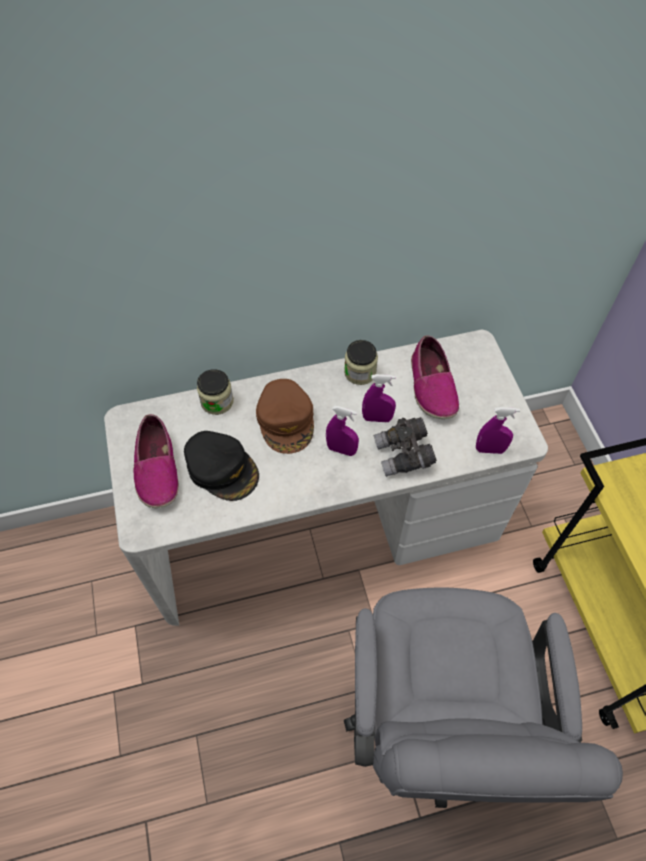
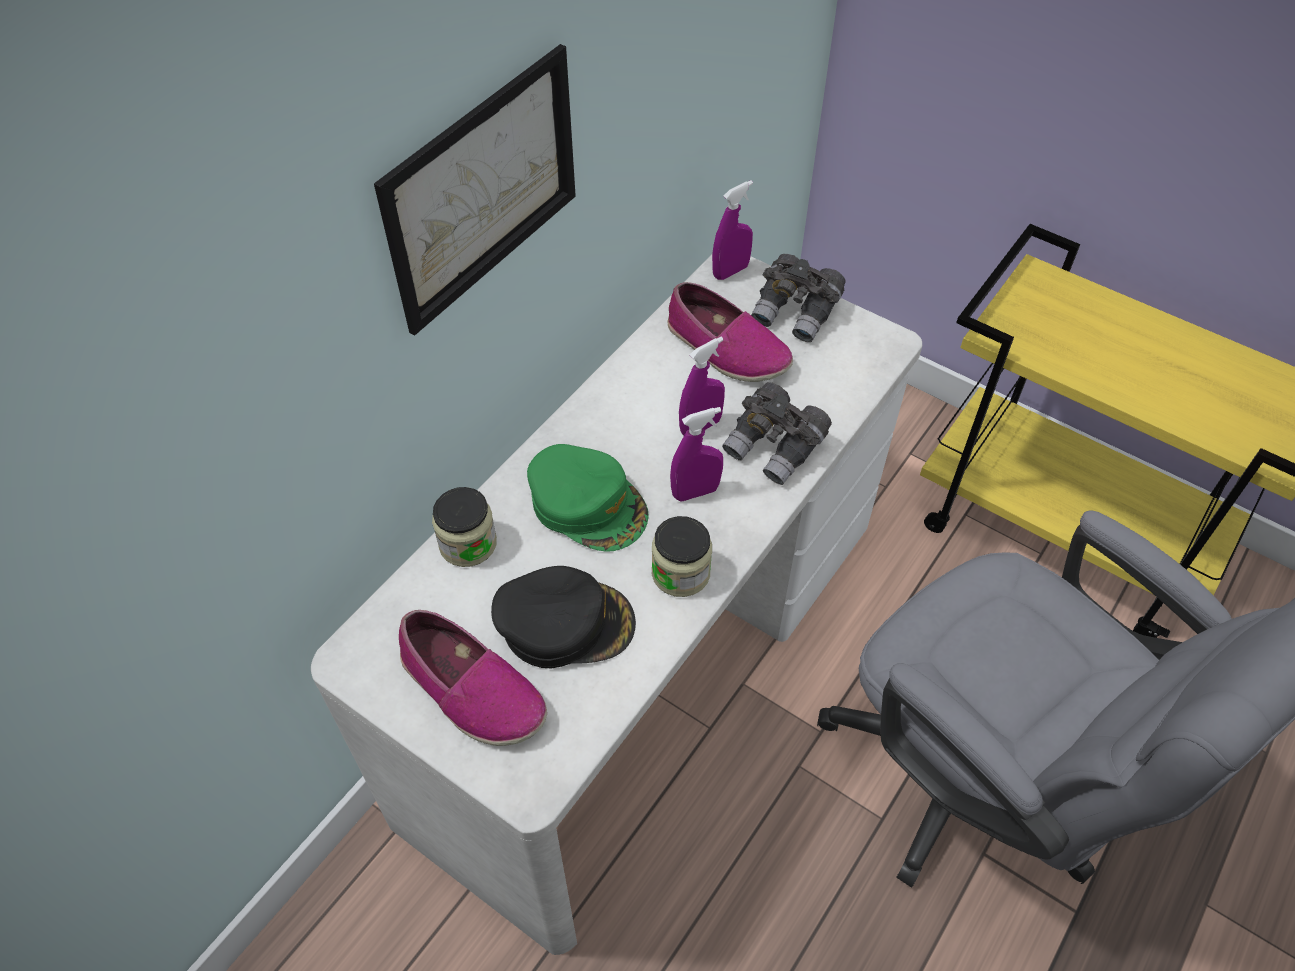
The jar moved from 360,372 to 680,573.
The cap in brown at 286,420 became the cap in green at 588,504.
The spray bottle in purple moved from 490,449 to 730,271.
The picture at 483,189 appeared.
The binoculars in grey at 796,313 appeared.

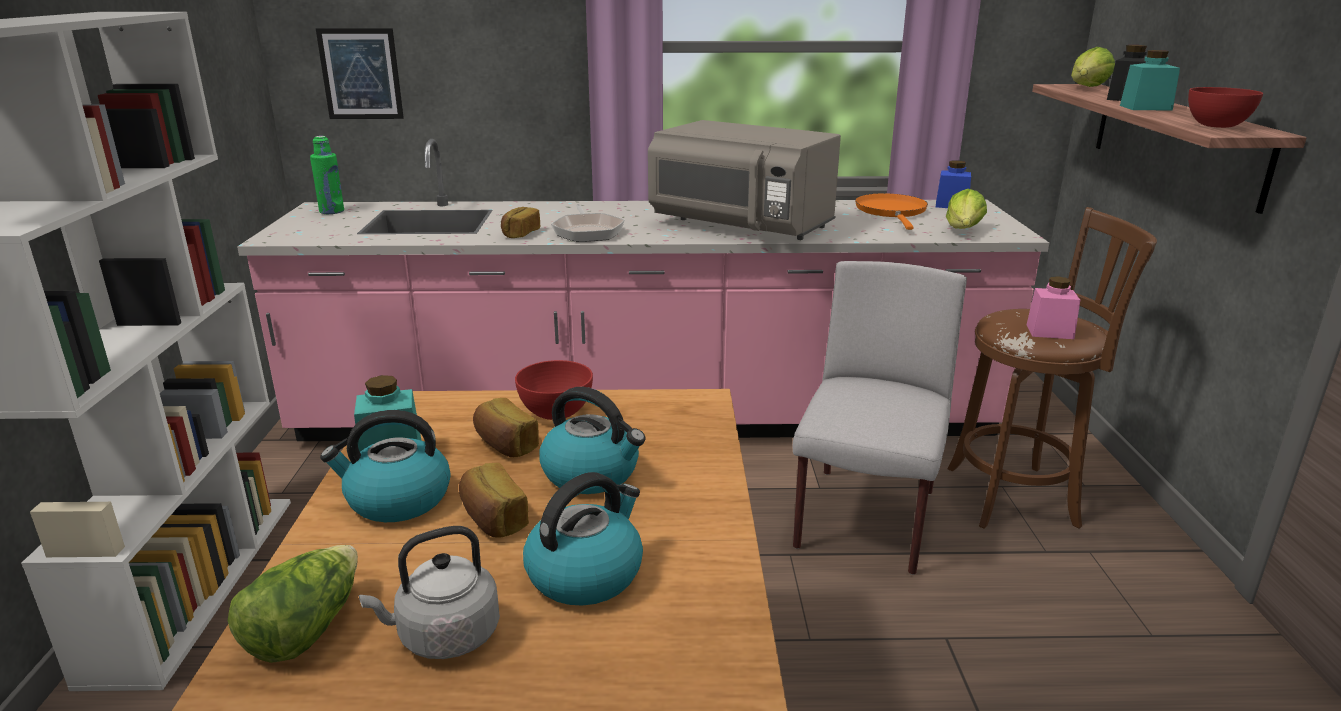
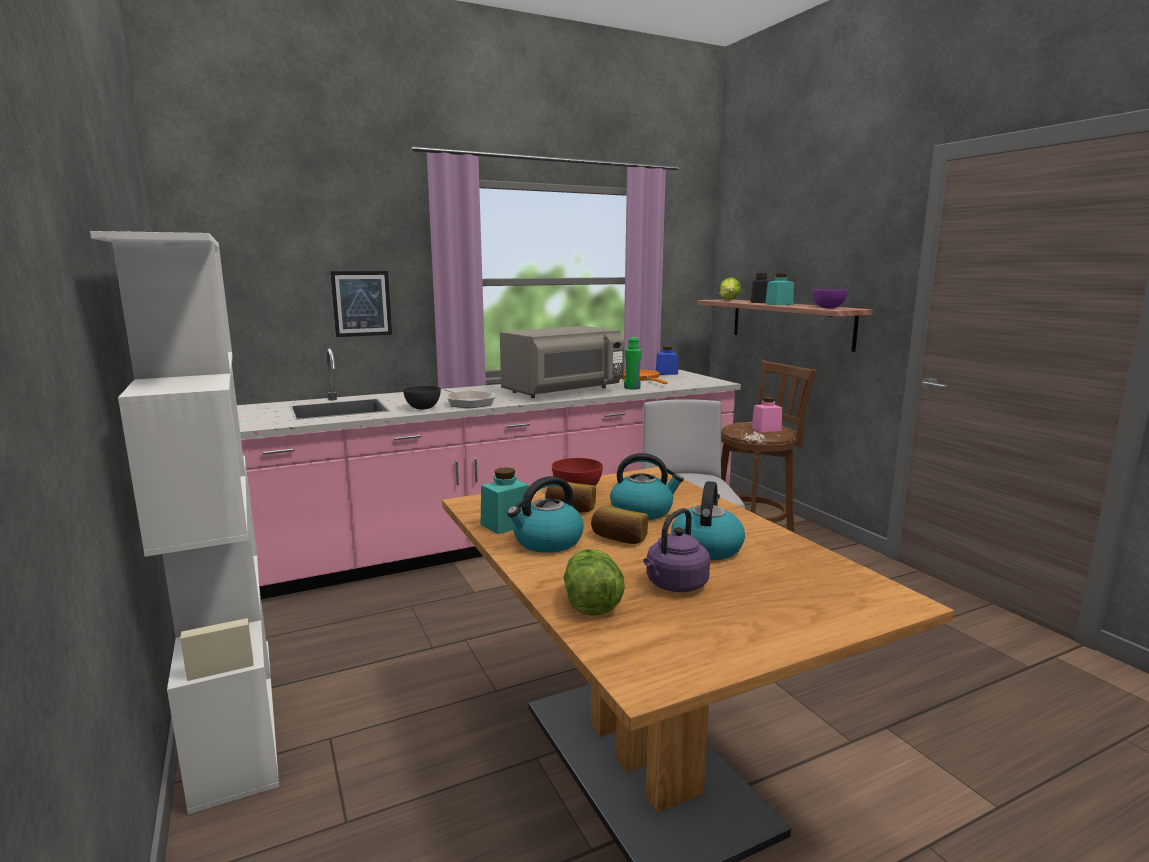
The picture moved from 360,74 to 361,303.
The bowl in red at 1217,126 became the bowl in purple at 828,308.
The microwave in grey at 741,226 turned 45 degrees counterclockwise.
The bottle in green moved from 332,211 to 632,388.
The lettuce at 963,231 disappeared.
The bread at 520,234 was replaced by the bowl in grey at 423,408.
The kettle in grey at 444,636 became the kettle in purple at 674,585.

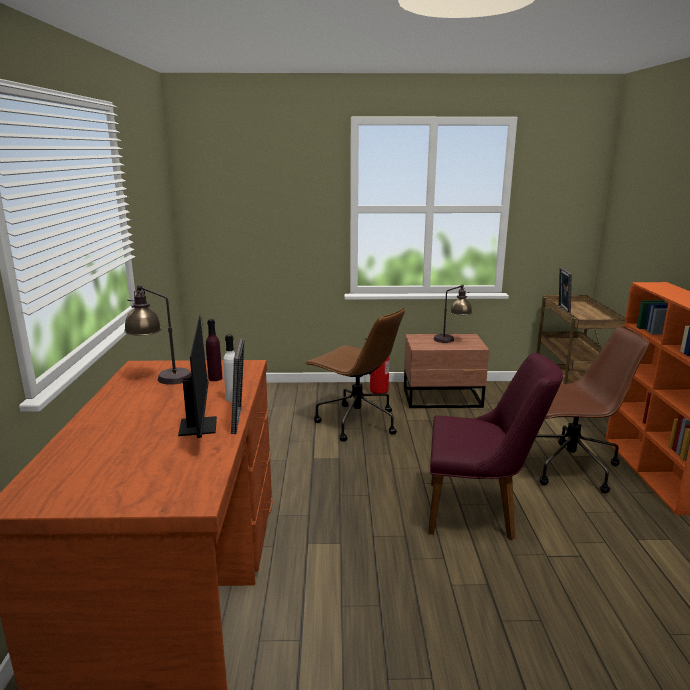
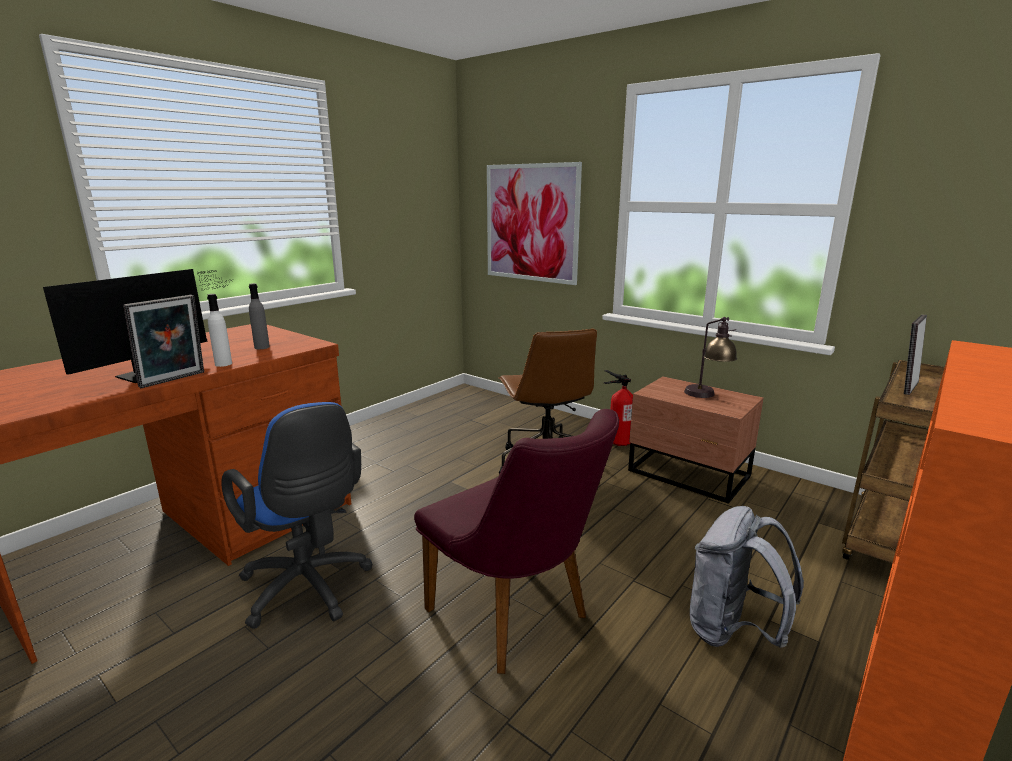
The table lamp at 161,378 disappeared.
The bottle in purple at 215,378 became the bottle in grey at 262,347.
The office chair in brown at 567,468 was replaced by the backpack in grey at 732,631.
The picture at 531,223 appeared.
The office chair in blue at 308,589 appeared.

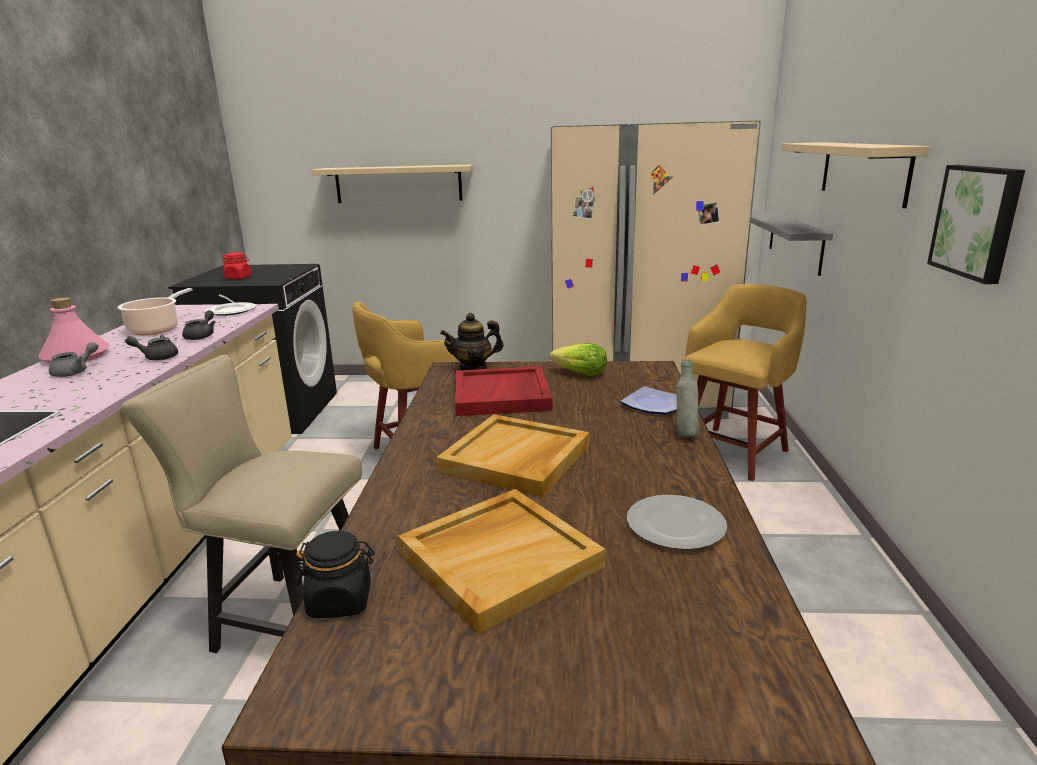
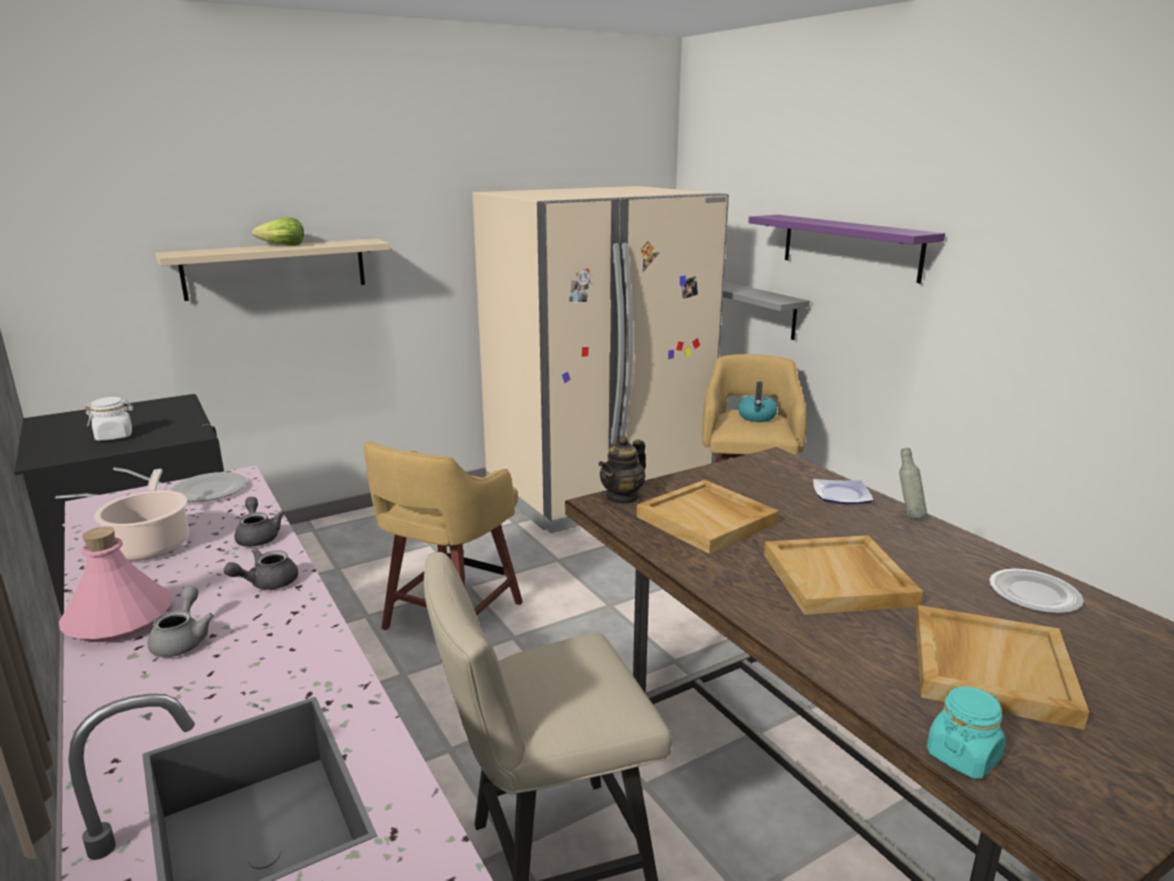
The shelf in beige at 863,171 became the shelf in purple at 850,246.
The picture at 978,221 disappeared.
The jar in red at 238,278 became the jar in white at 114,436.
The lettuce moved from 580,374 to 282,246.
The tray in red at 502,395 became the tray in beige at 708,520.
The jar in black at 340,601 became the jar in turquoise at 963,756.
The kettle at 757,417 appeared.

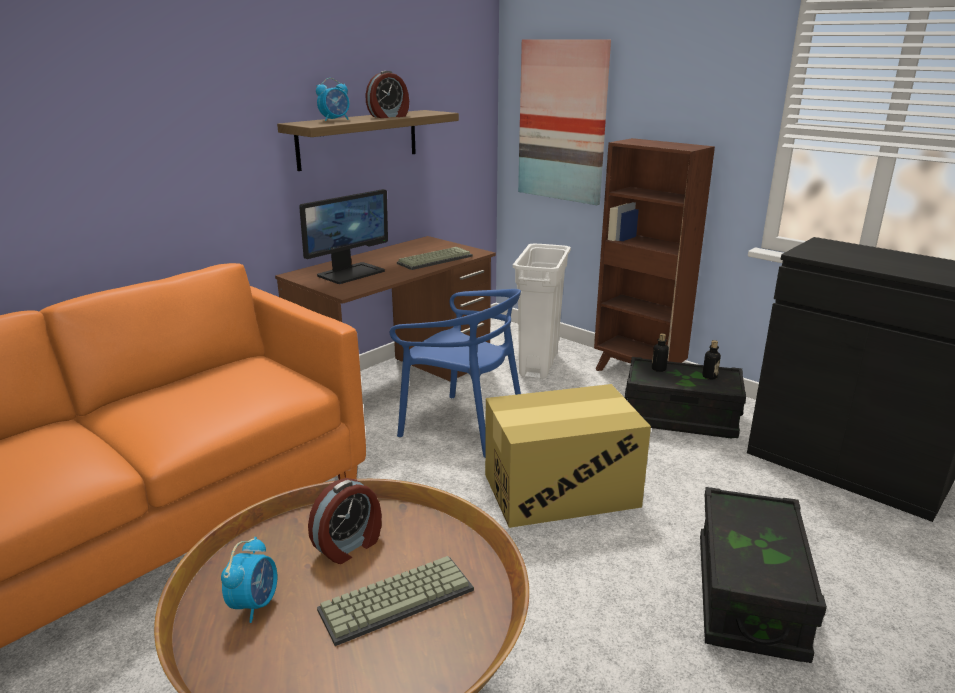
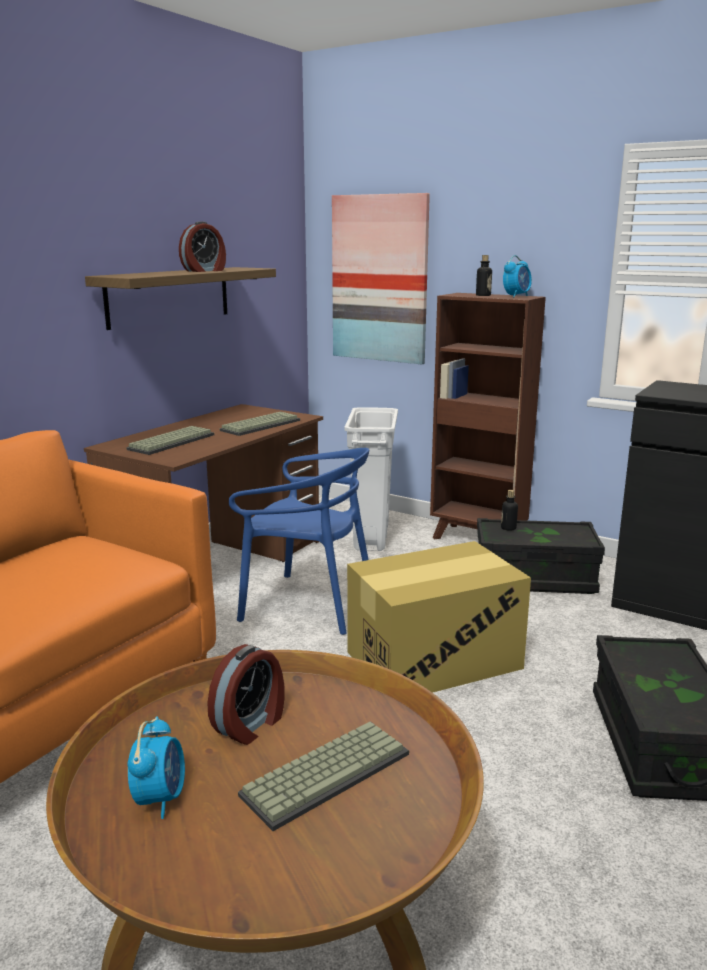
The alarm clock moved from 335,120 to 516,296.
The monitor at 350,273 was replaced by the keyboard at 171,441.
The bottle moved from 709,376 to 483,295.

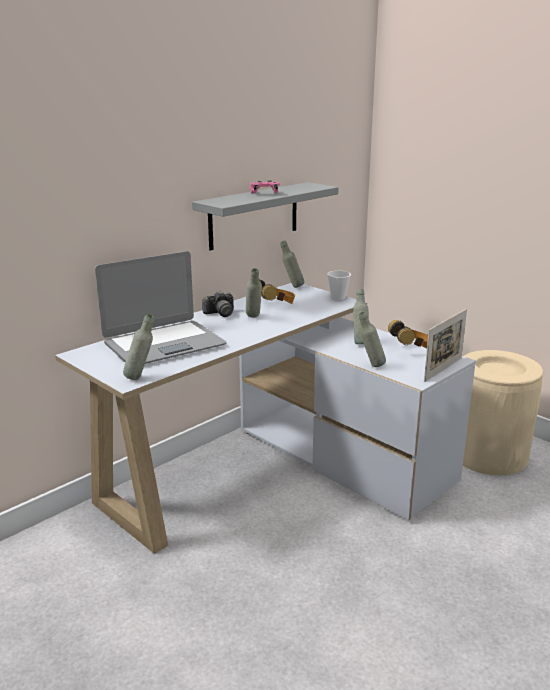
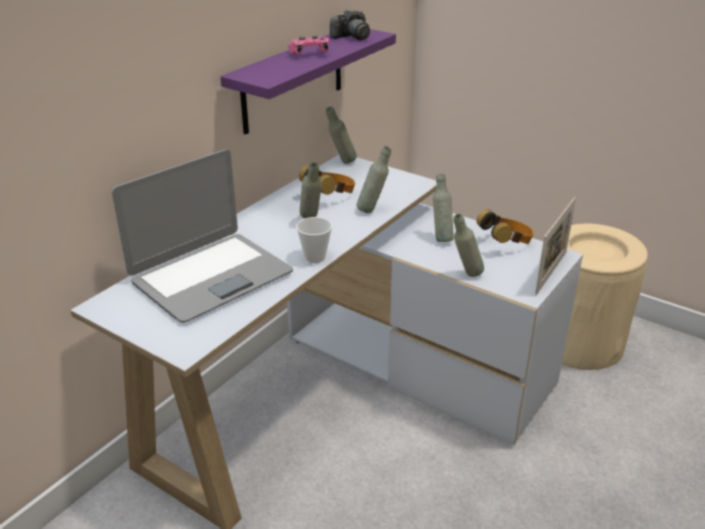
The shelf in grey at 254,215 became the shelf in purple at 293,79.
The cup moved from 338,297 to 315,257.
The photo camera moved from 220,313 to 351,37.
The bottle in grey moved from 141,378 to 373,210.

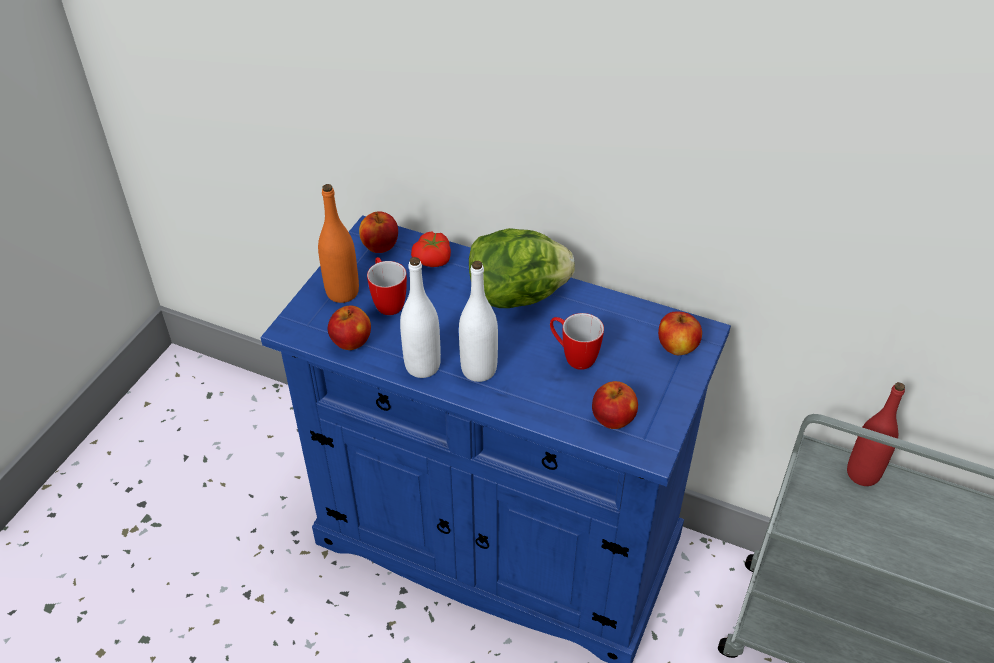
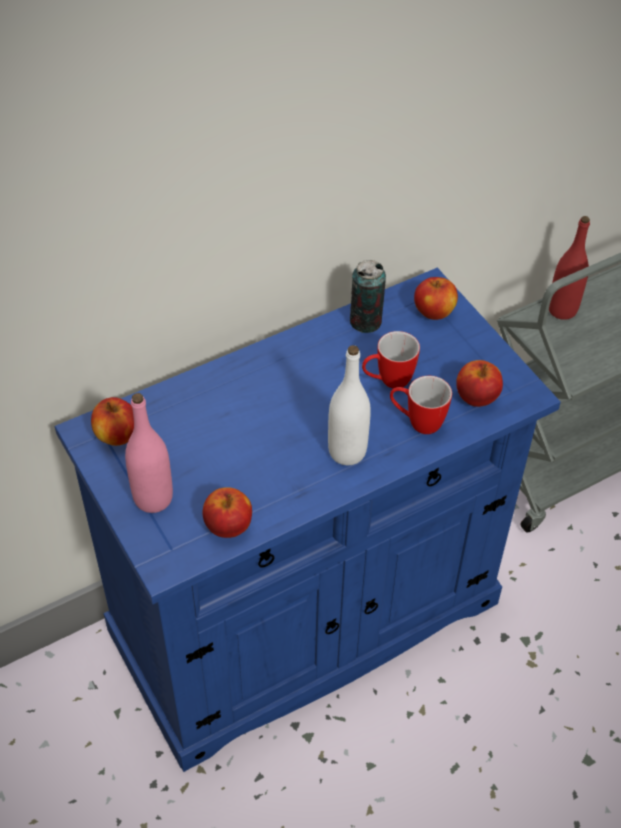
The bottle in orange at 342,292 became the bottle in pink at 153,498.
The lettuce at 517,295 disappeared.
The tomato at 433,260 disappeared.
The mug moved from 387,301 to 417,422.
The bottle in white at 422,366 disappeared.
The can at 365,321 appeared.

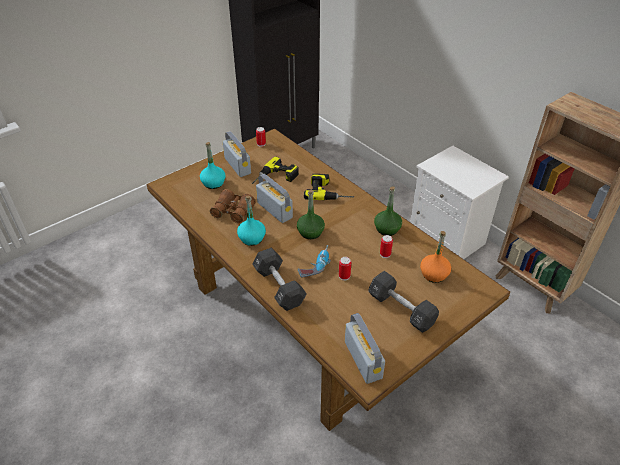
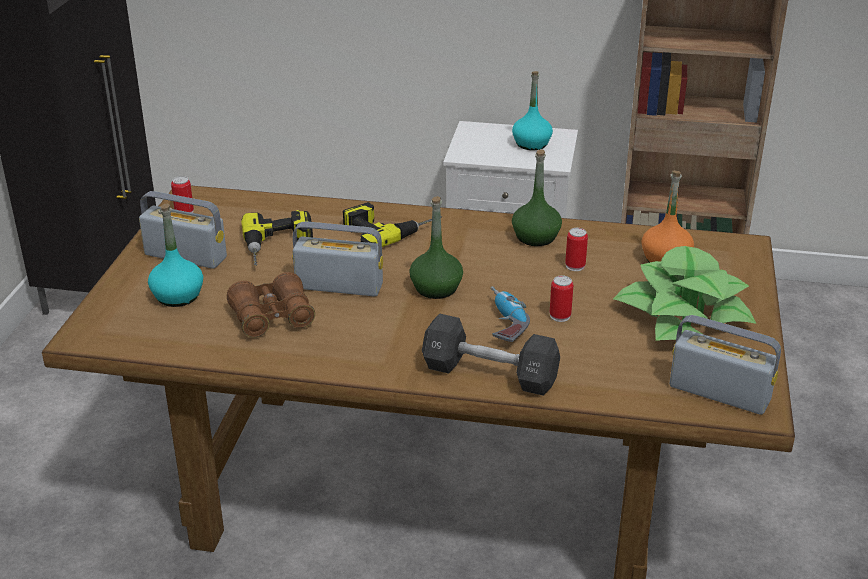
The bottle in turquoise moved from 252,238 to 531,144.
The dumbbell in black at 401,309 was replaced by the potted plant at 683,315.

